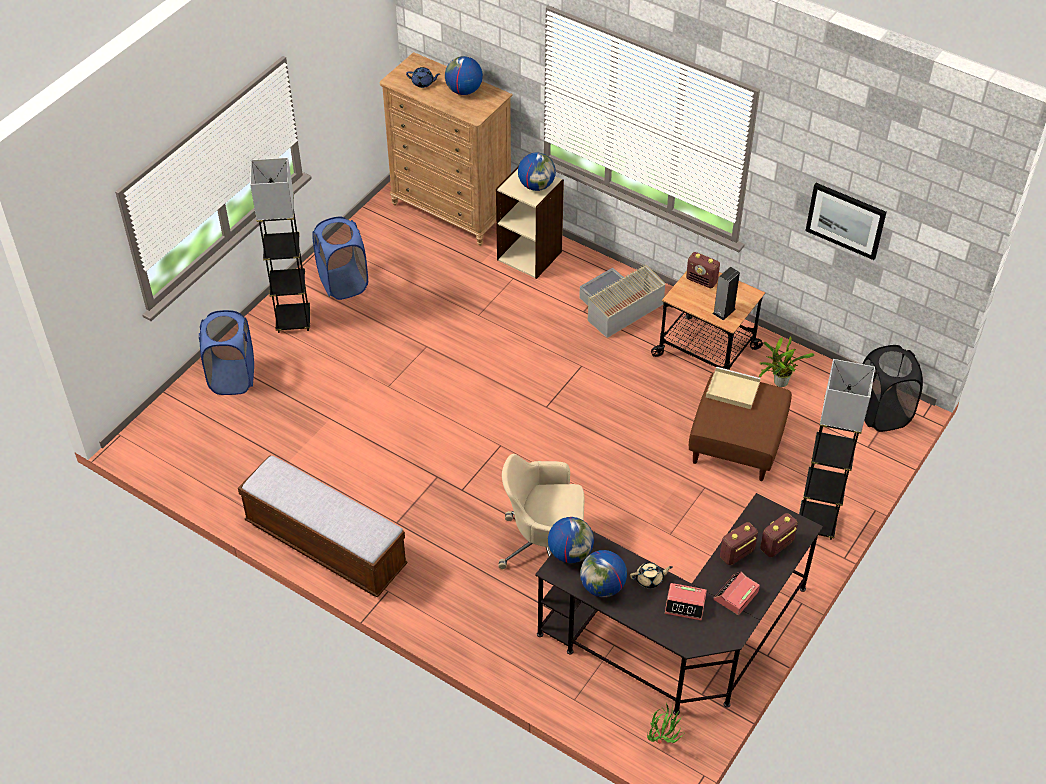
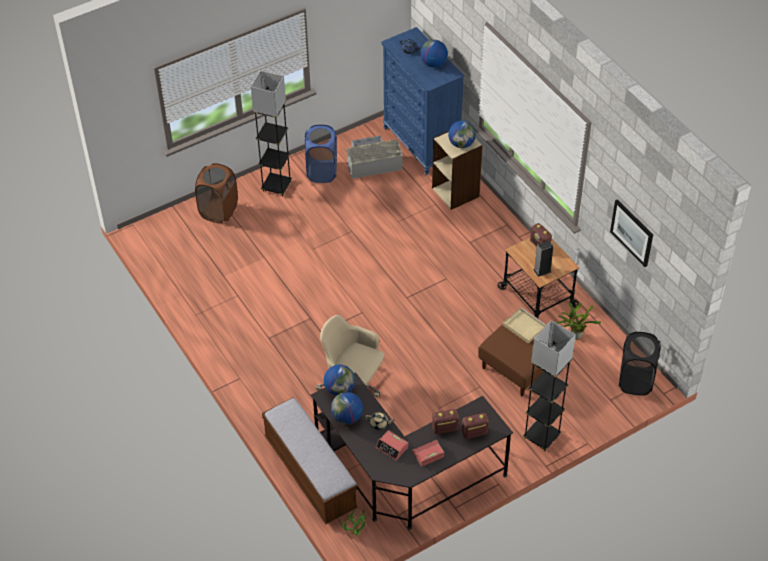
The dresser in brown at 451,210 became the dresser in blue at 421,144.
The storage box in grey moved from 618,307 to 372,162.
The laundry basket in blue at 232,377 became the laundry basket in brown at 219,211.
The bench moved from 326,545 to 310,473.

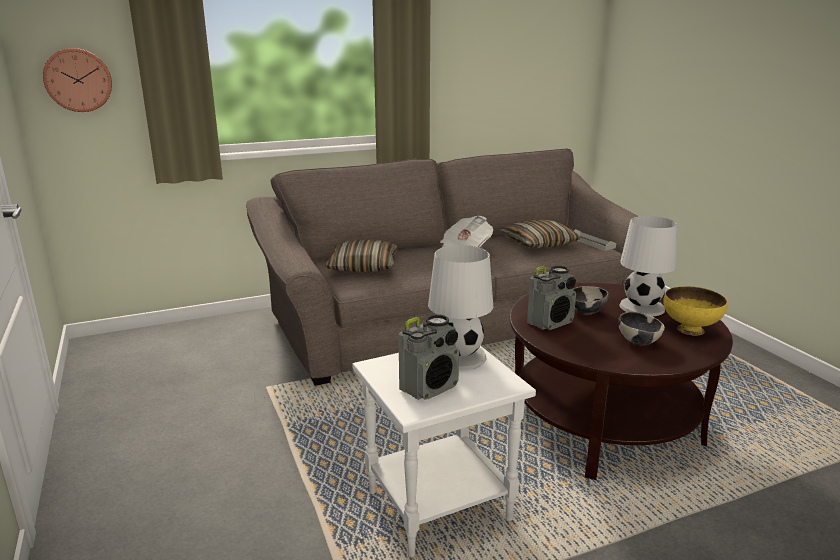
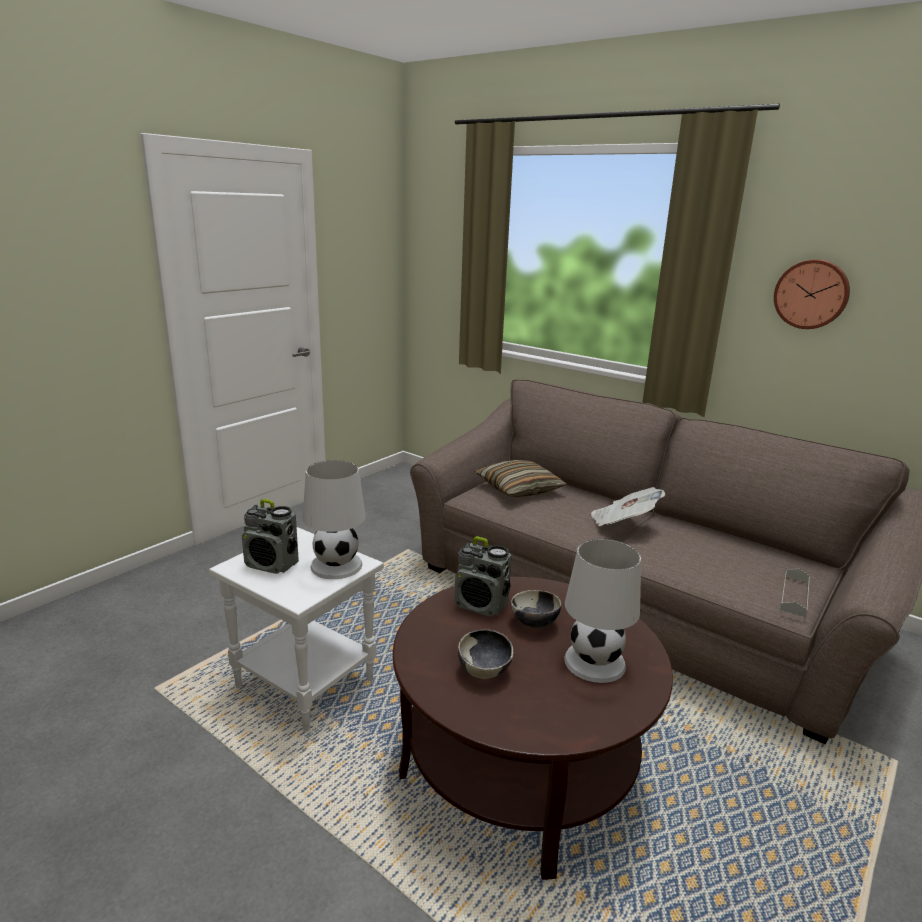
The wall clock moved from 78,80 to 811,294.
The pillow at 539,243 disappeared.
The bowl in yellow at 690,329 disappeared.

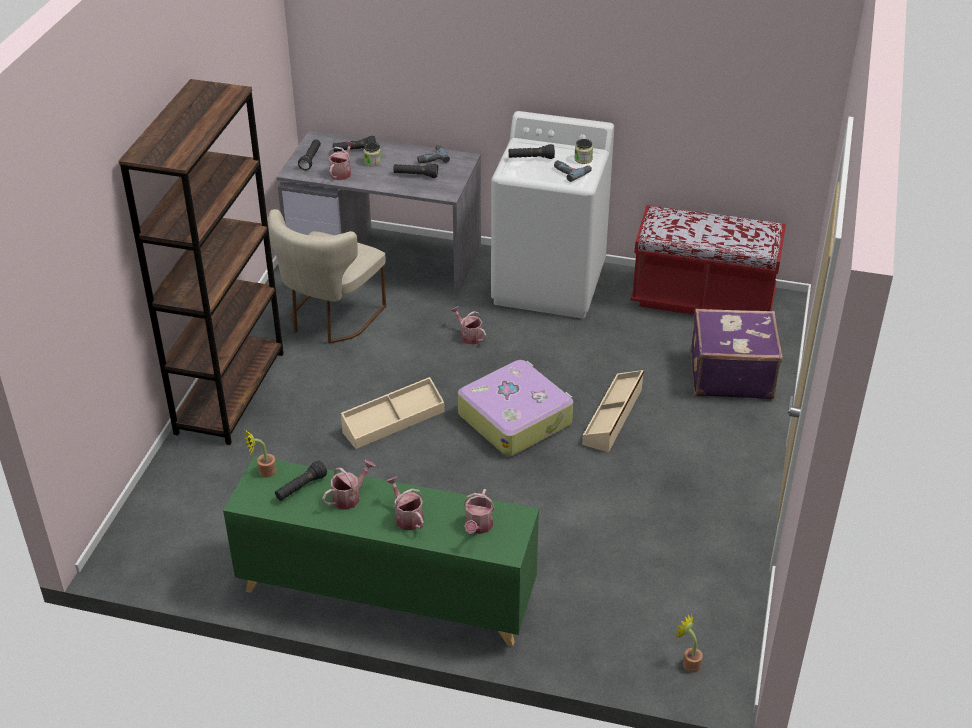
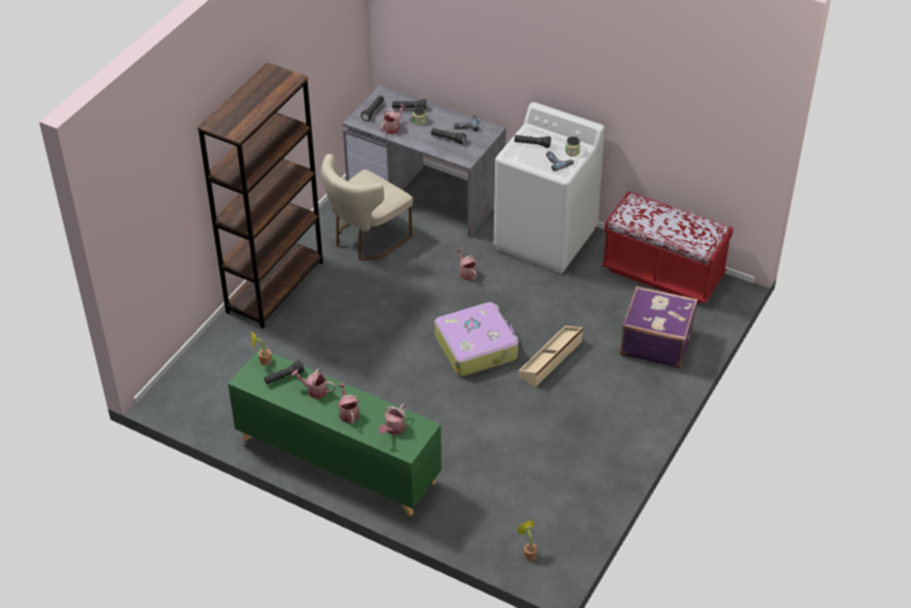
The storage box in beige at 393,421 disappeared.
The watering can at 349,497 turned 135 degrees counterclockwise.

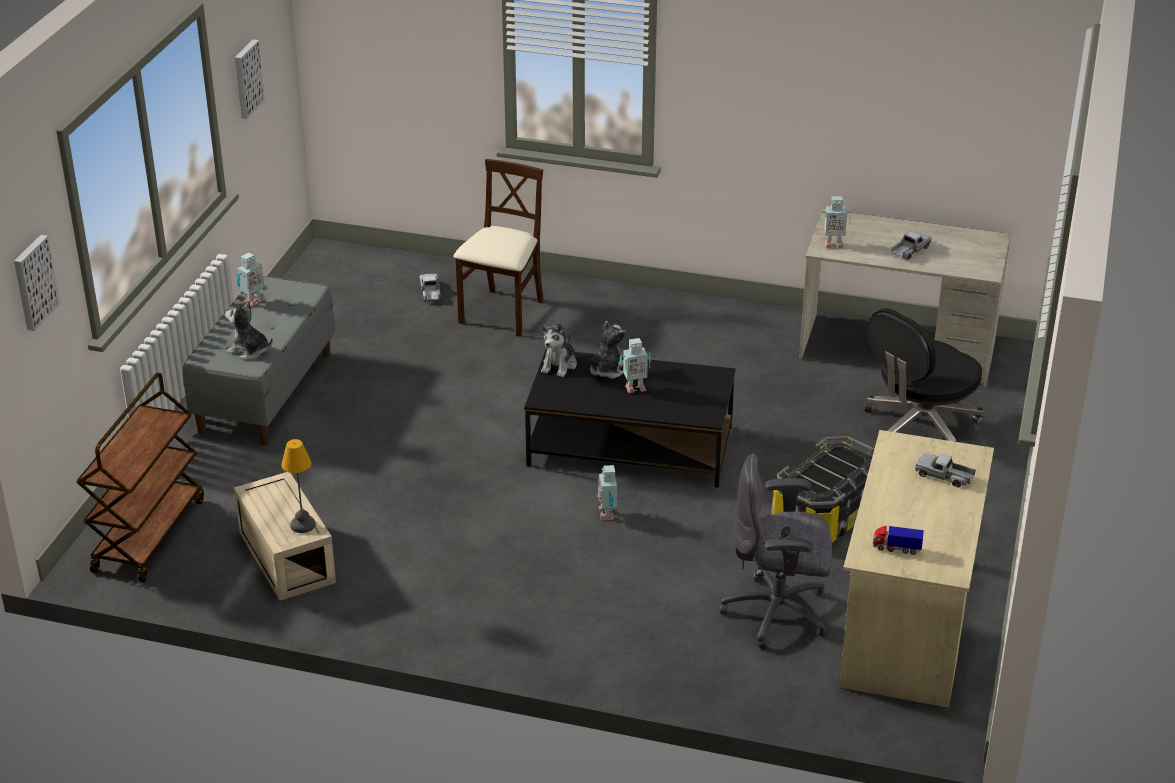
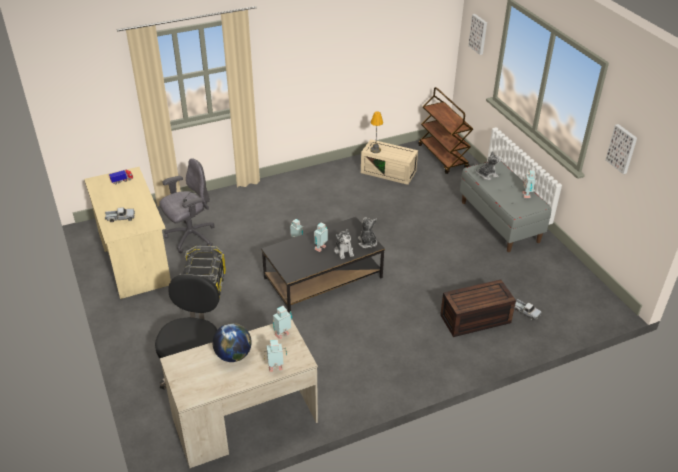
The chair in beige at 503,313 was replaced by the storage box in brown at 475,320.
The toy truck at 909,251 was replaced by the globe at 233,355.
The toy robot at 276,368 appeared.

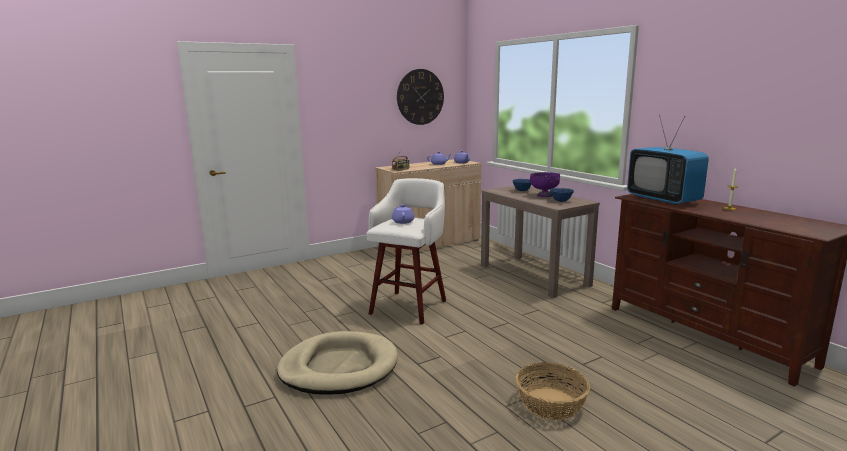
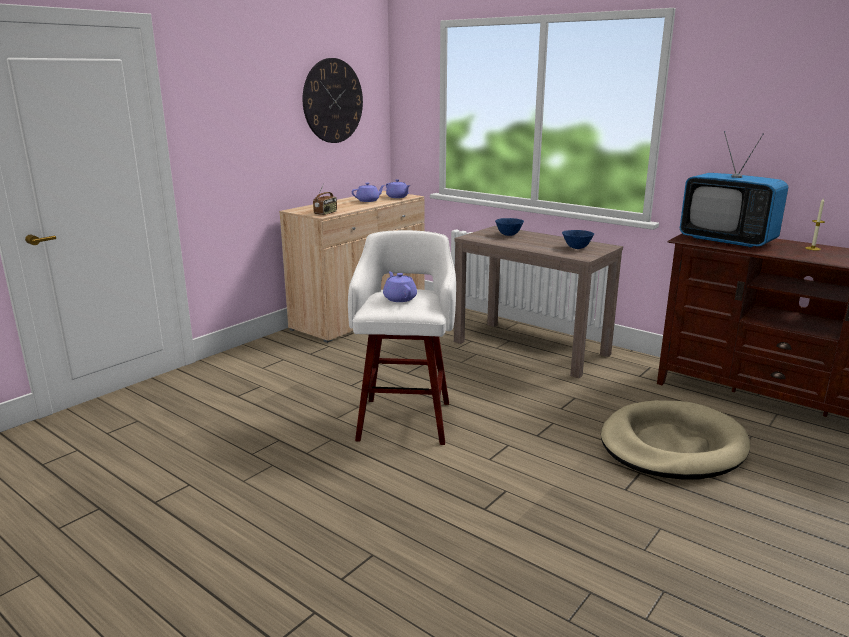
The bowl in purple at 544,195 disappeared.
The dog bed in beige moved from 339,367 to 671,445.
The basket at 551,404 disappeared.

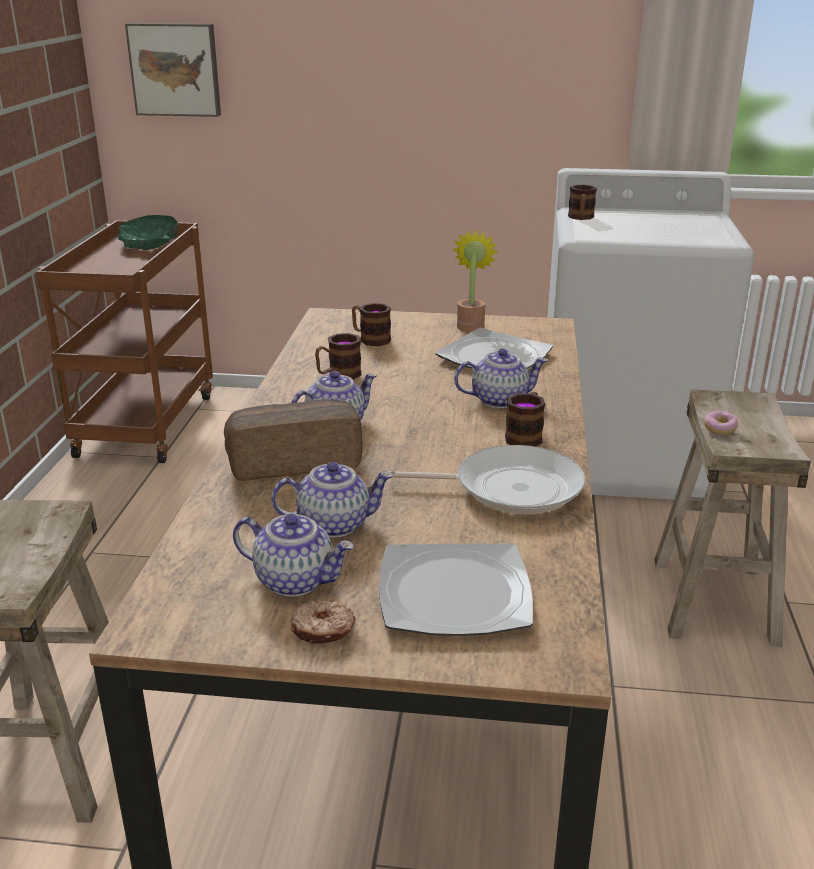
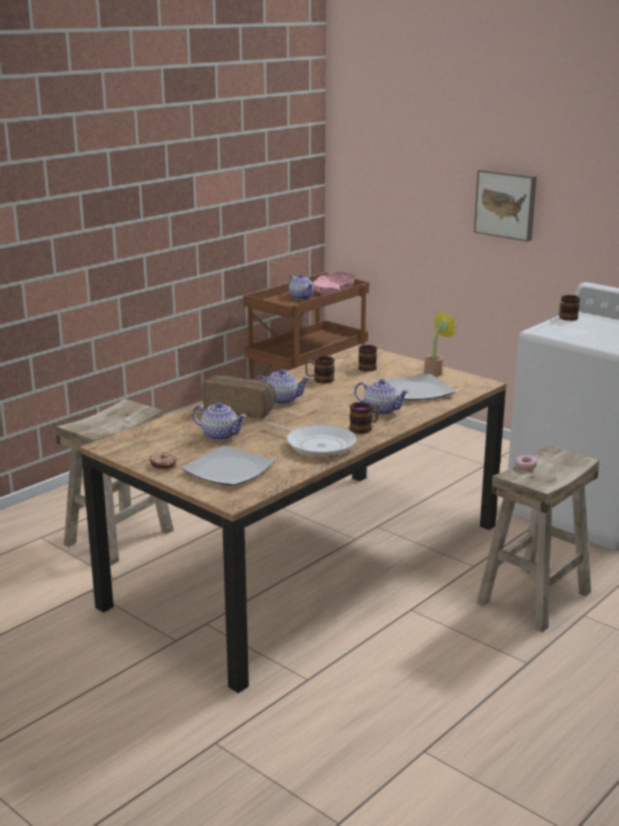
The picture moved from 175,69 to 506,204.
The bowl in green at 150,244 became the bowl in pink at 333,290.
The teapot moved from 296,580 to 301,297.

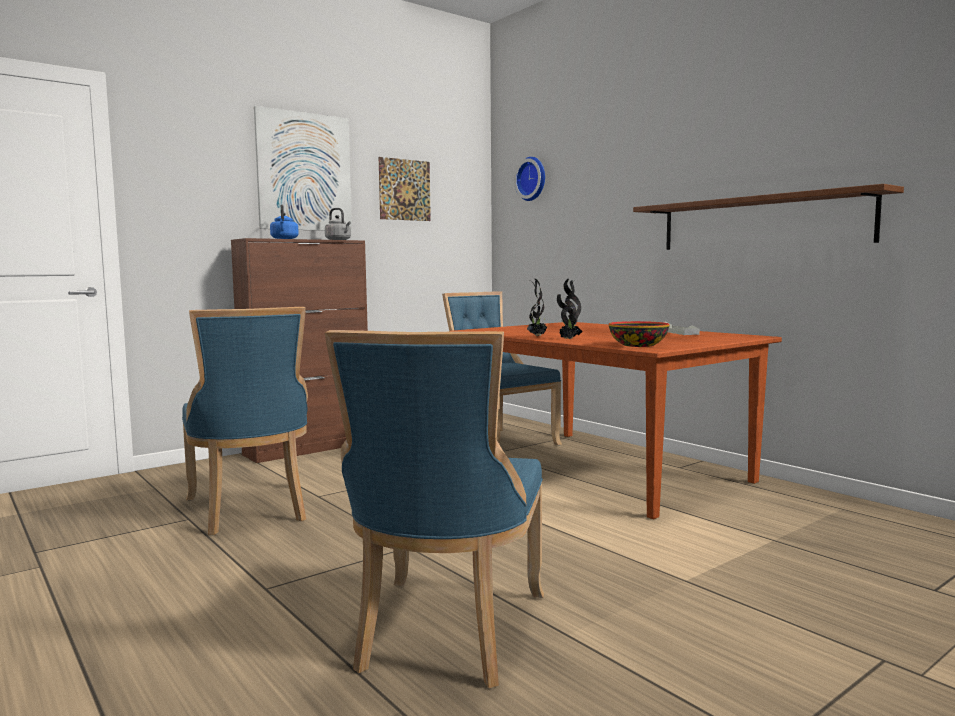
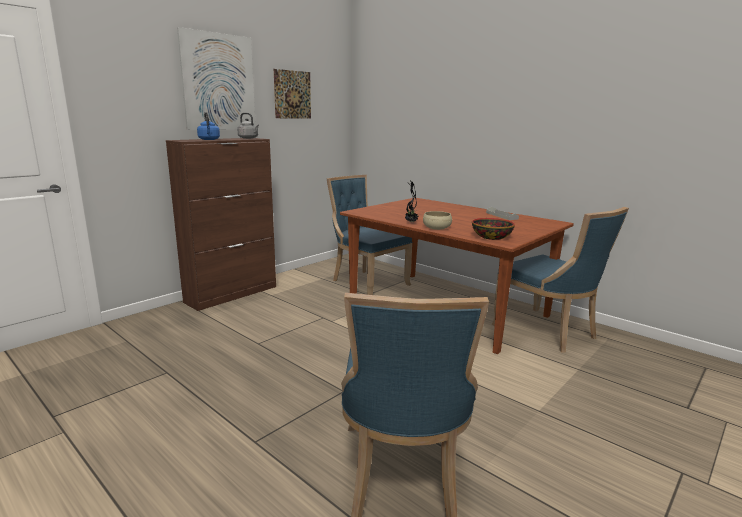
The wall clock at 532,179 disappeared.
The shelf in brown at 761,223 disappeared.
The potted plant at 568,339 was replaced by the bowl in beige at 437,227.
The chair in blue moved from 250,510 to 548,332.

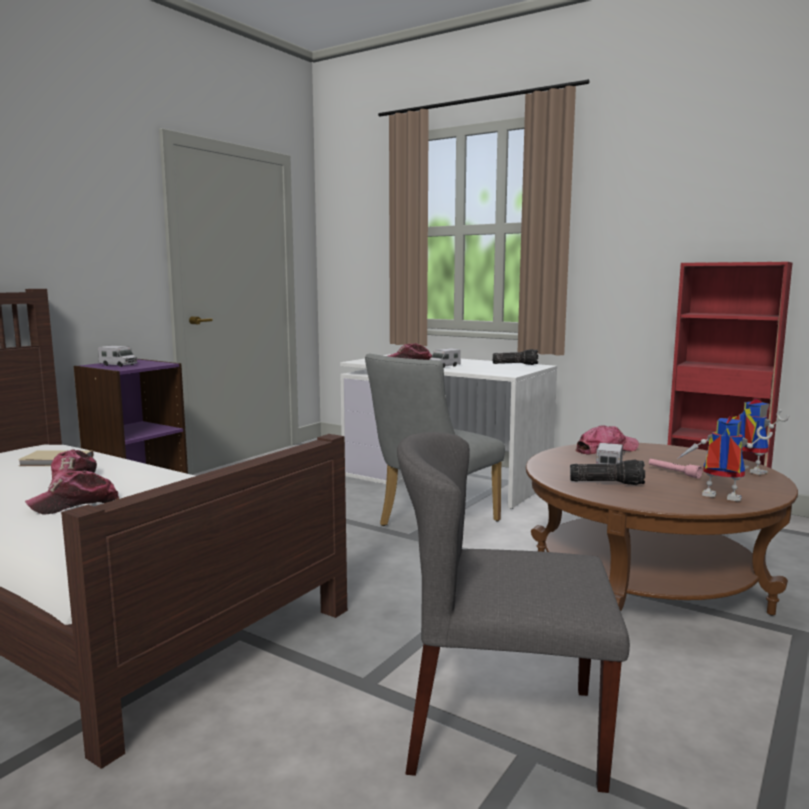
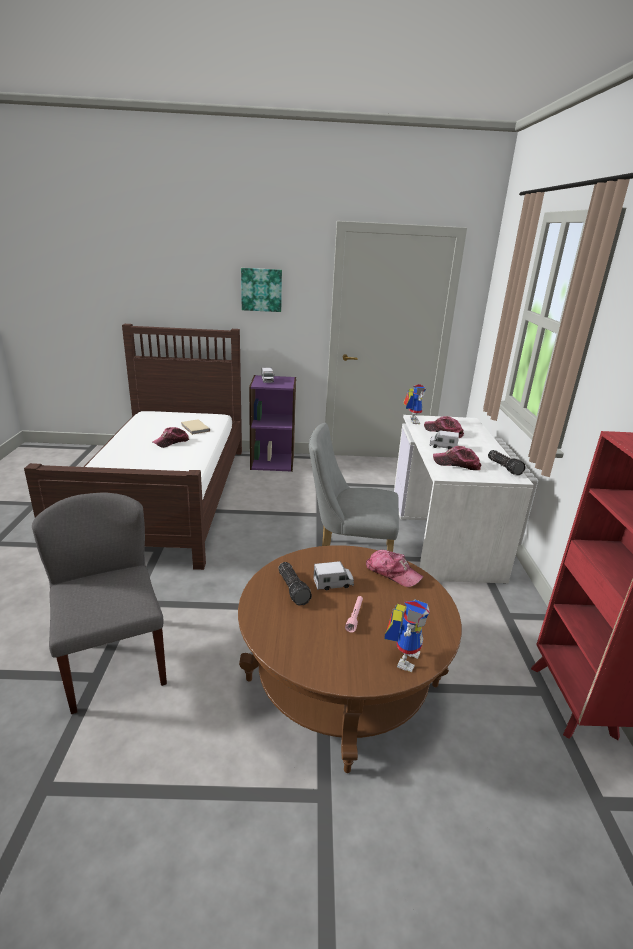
The toy robot moved from 717,498 to 411,421.
The cap moved from 75,504 to 456,464.
The picture at 261,289 appeared.

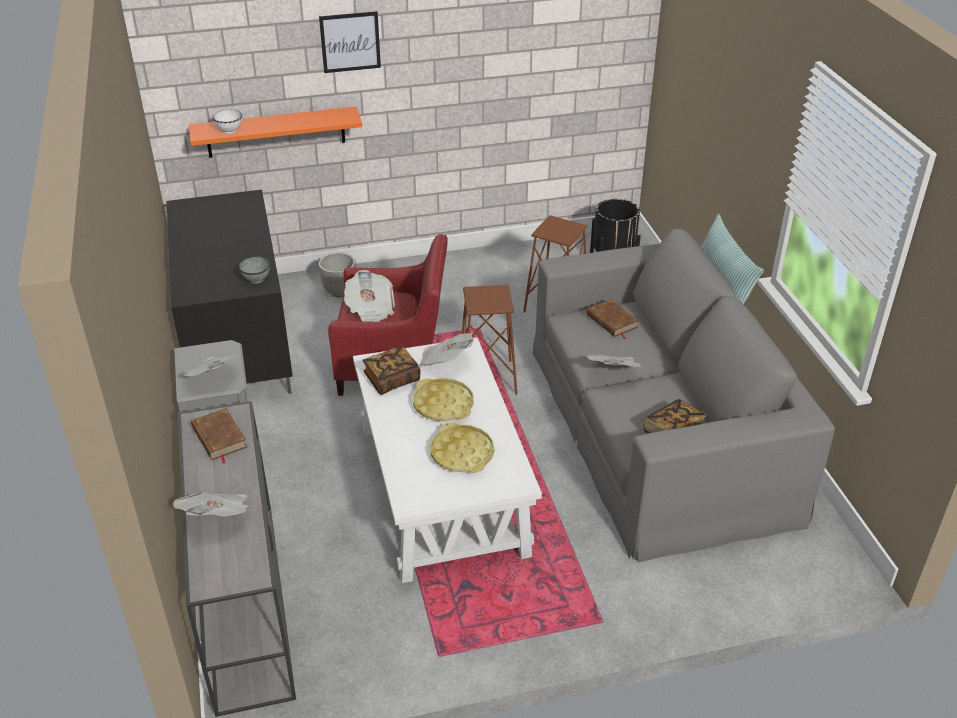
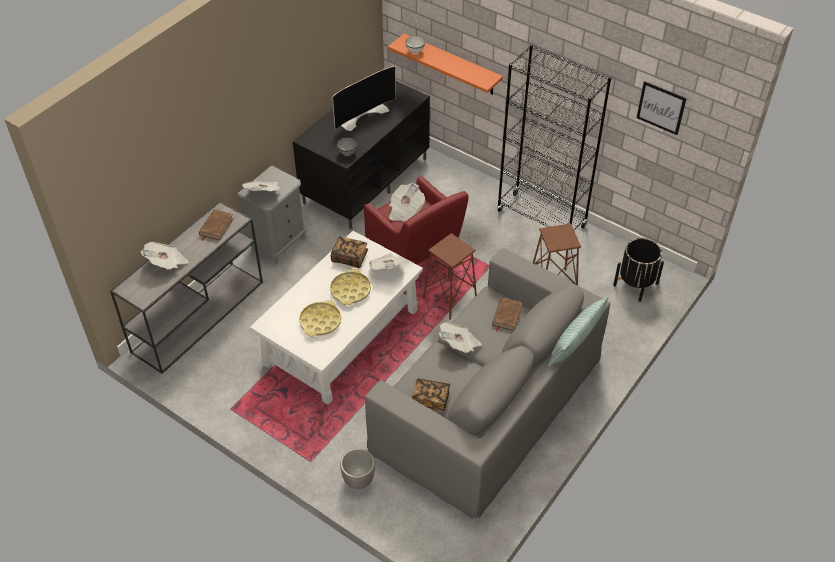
The picture moved from 350,42 to 661,107.
The planter moved from 340,291 to 359,480.
The bookcase in black at 541,219 appeared.
The television at 363,114 appeared.

